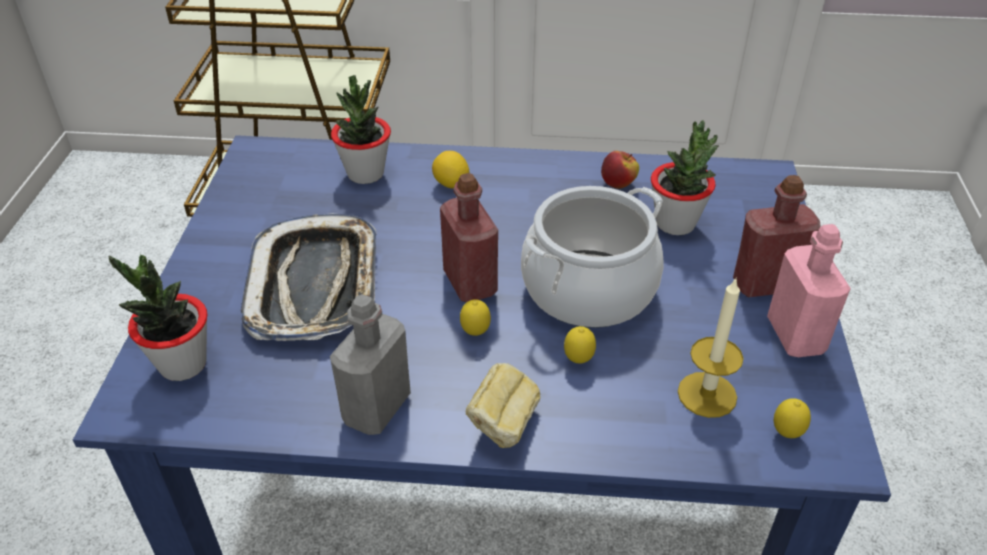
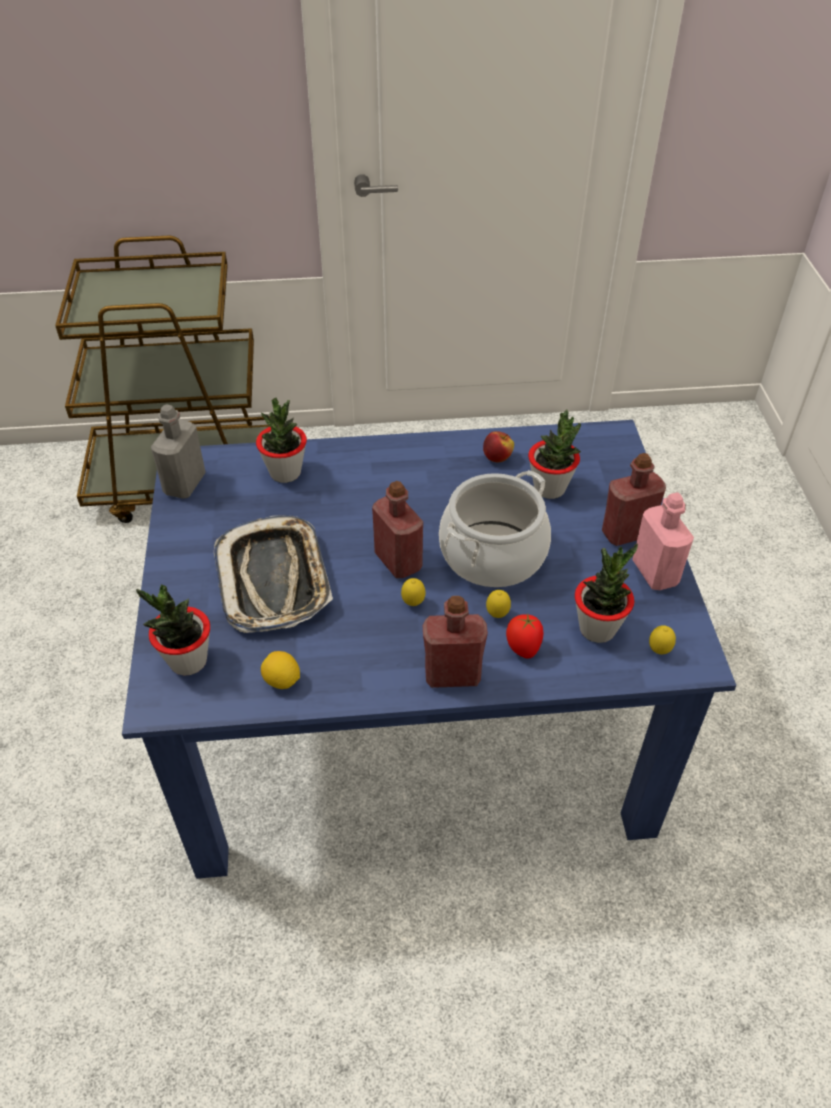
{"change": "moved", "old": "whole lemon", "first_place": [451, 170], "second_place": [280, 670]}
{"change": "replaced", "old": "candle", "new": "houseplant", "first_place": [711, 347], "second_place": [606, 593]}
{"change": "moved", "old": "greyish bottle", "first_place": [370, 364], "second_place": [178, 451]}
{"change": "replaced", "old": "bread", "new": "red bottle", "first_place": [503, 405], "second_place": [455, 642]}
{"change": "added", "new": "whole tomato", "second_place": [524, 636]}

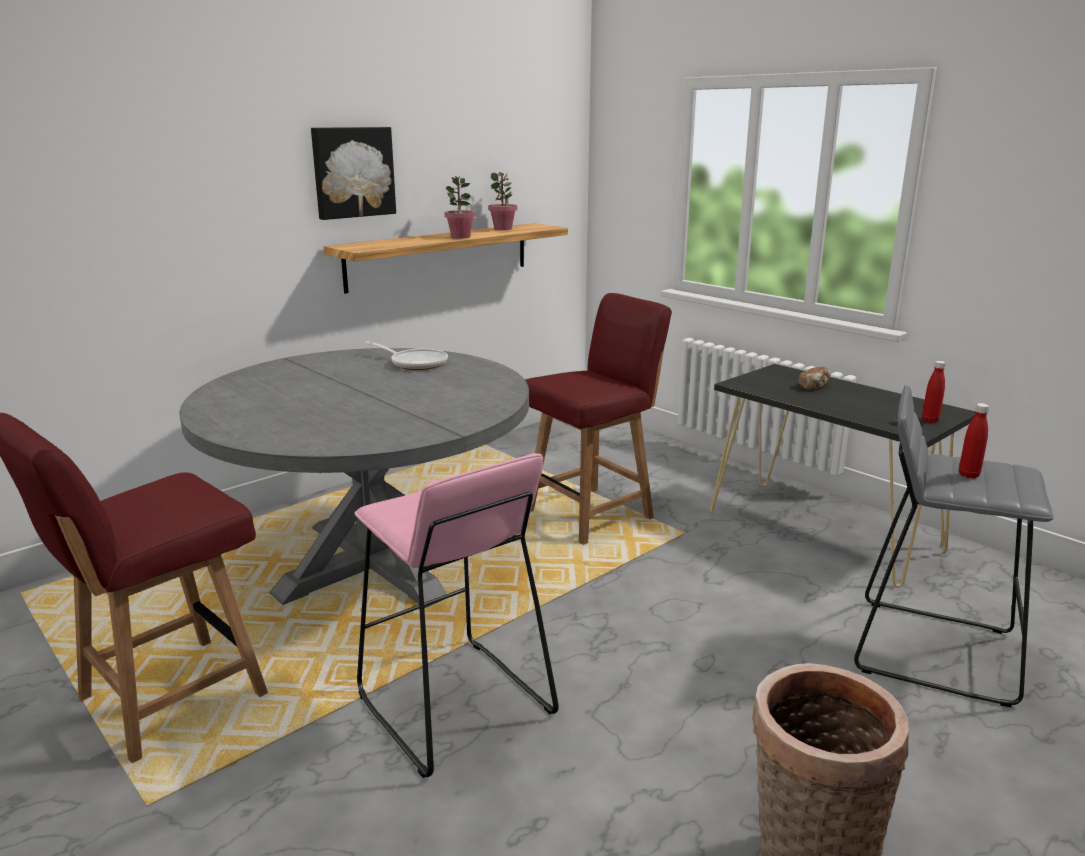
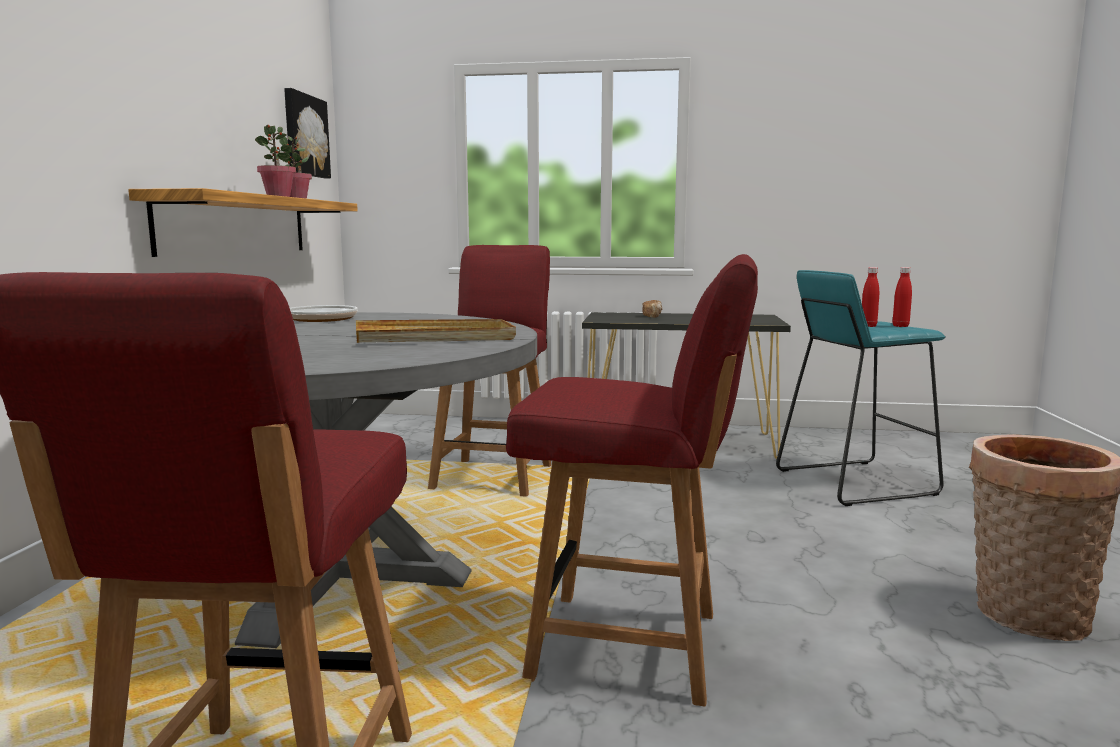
{"change": "moved", "old": "picture", "first_place": [353, 173], "second_place": [307, 133]}
{"change": "moved", "old": "red bottle", "first_place": [934, 392], "second_place": [902, 297]}
{"change": "recoloured", "old": "greyish stool", "new": "turquoise stool", "first_place": [954, 546], "second_place": [861, 388]}
{"change": "replaced", "old": "pink stool", "new": "red chair", "first_place": [457, 615], "second_place": [632, 480]}
{"change": "added", "new": "beige-coloured serving tray", "second_place": [436, 331]}

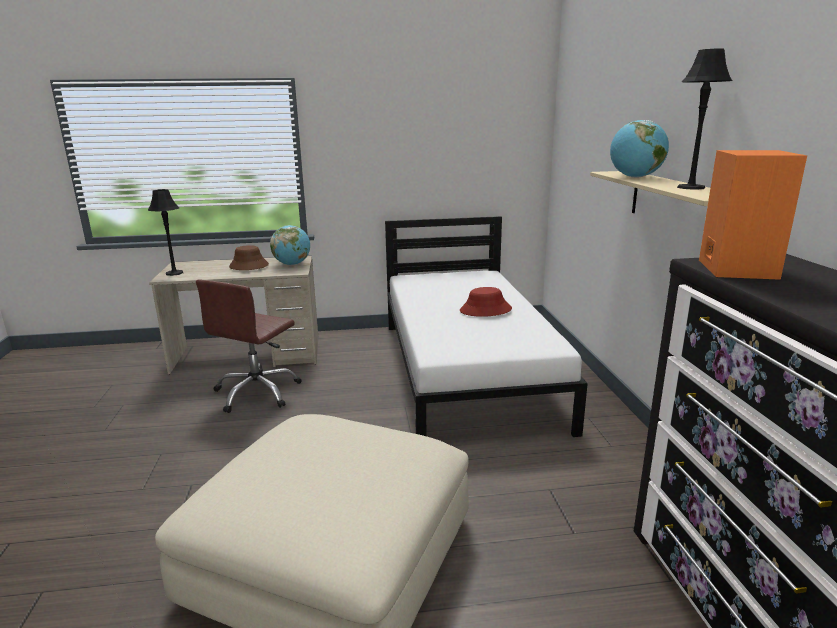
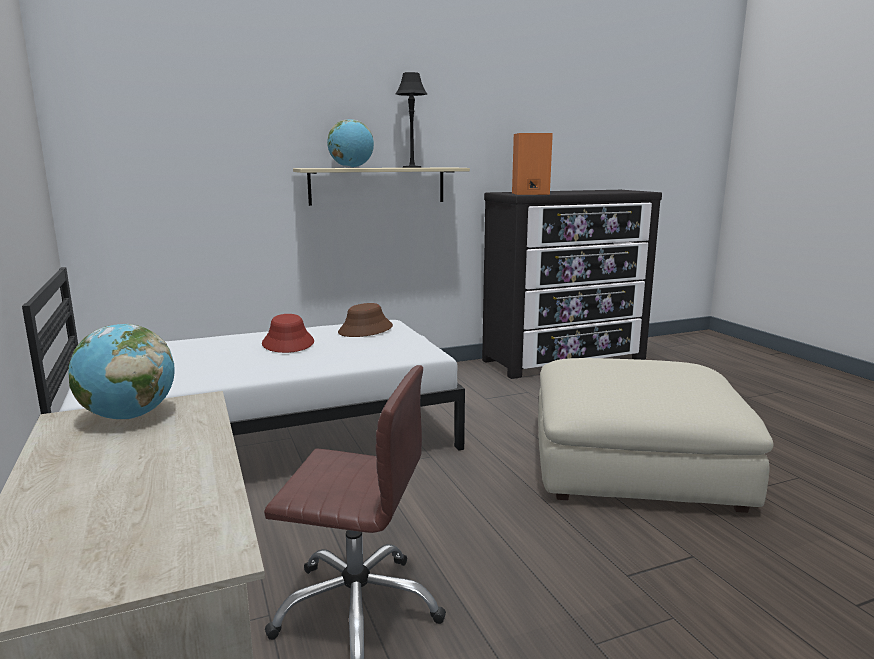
{"change": "removed", "old": "black tabletop lamp", "first_place": [165, 232]}
{"change": "moved", "old": "brown wearable hat", "first_place": [249, 257], "second_place": [365, 320]}

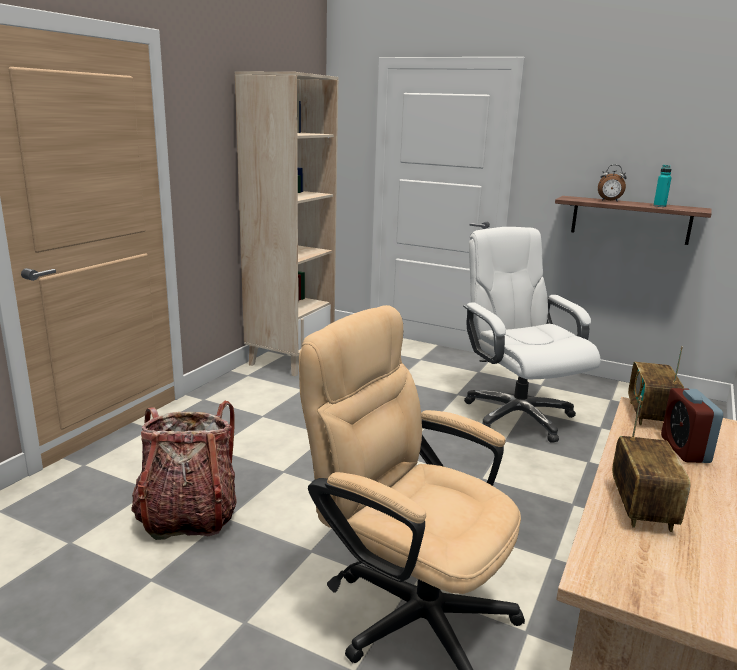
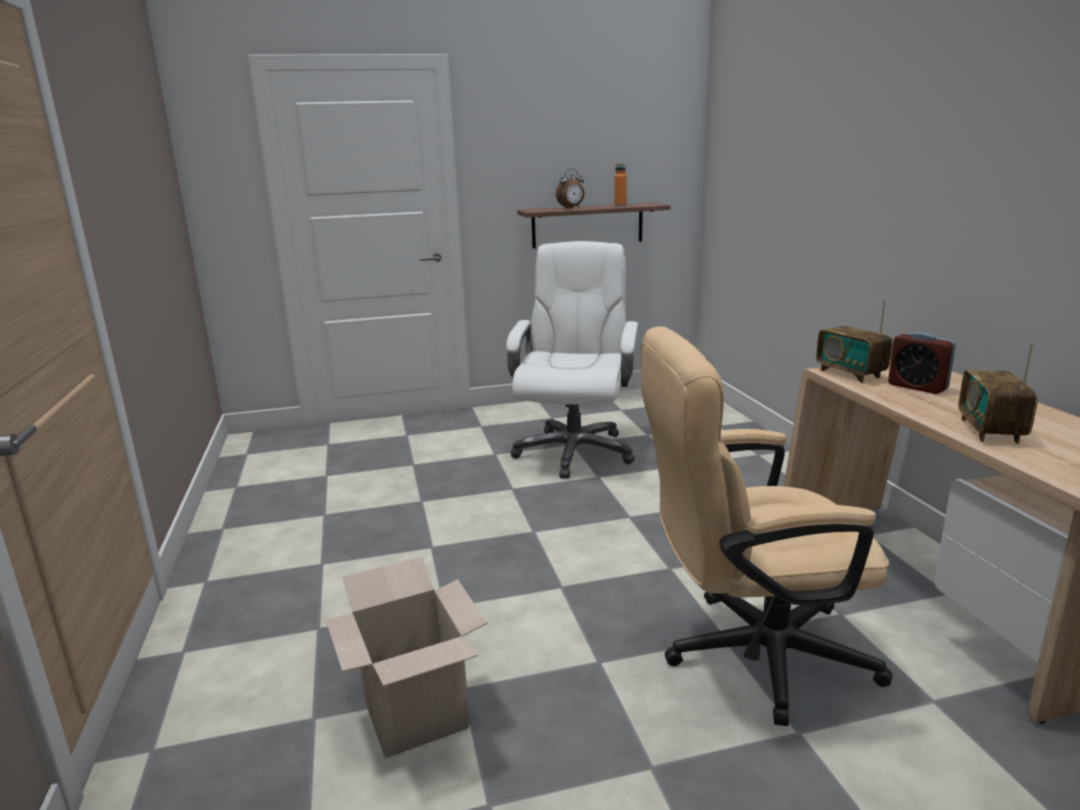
{"change": "removed", "old": "beige-coloured bookshelf", "first_place": [286, 223]}
{"change": "recoloured", "old": "turquoise bottle", "new": "orangey bottle", "first_place": [662, 186], "second_place": [621, 185]}
{"change": "turned", "old": "whitish office chair", "first_place": [532, 335], "second_place": [572, 360], "degrees": 75}
{"change": "turned", "old": "radio set", "first_place": [651, 464], "second_place": [998, 394], "degrees": -135}
{"change": "replaced", "old": "rucksack", "new": "packing box", "first_place": [184, 470], "second_place": [406, 657]}

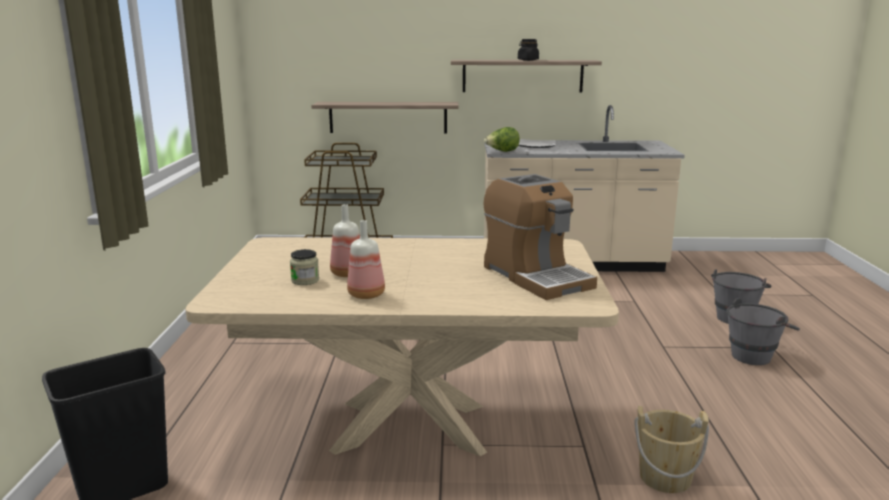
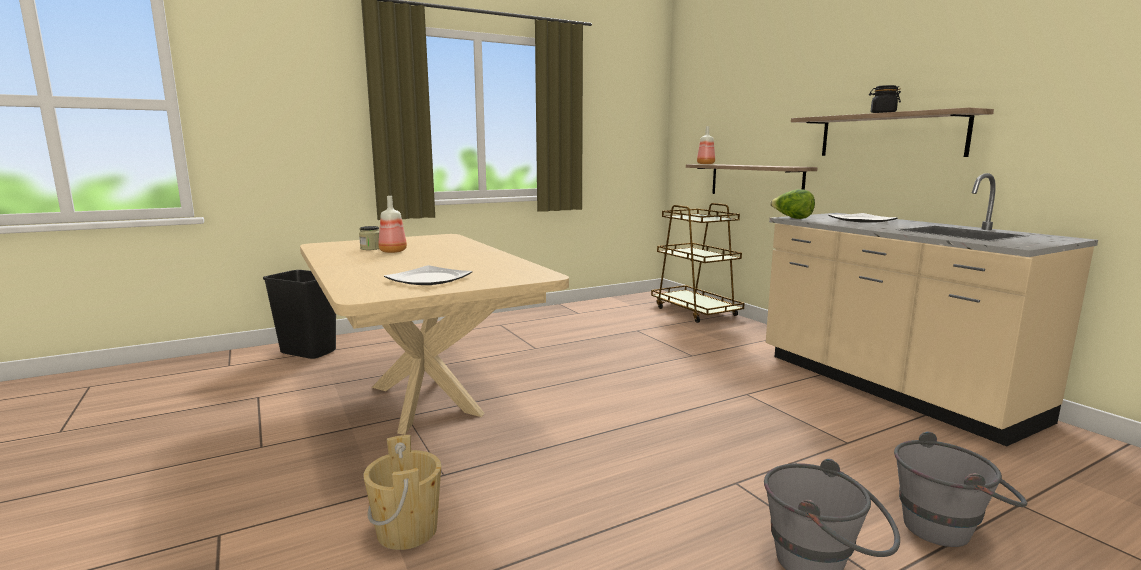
{"change": "replaced", "old": "coffee maker", "new": "flat dish", "first_place": [540, 237], "second_place": [428, 275]}
{"change": "moved", "old": "bottle", "first_place": [366, 259], "second_place": [706, 145]}

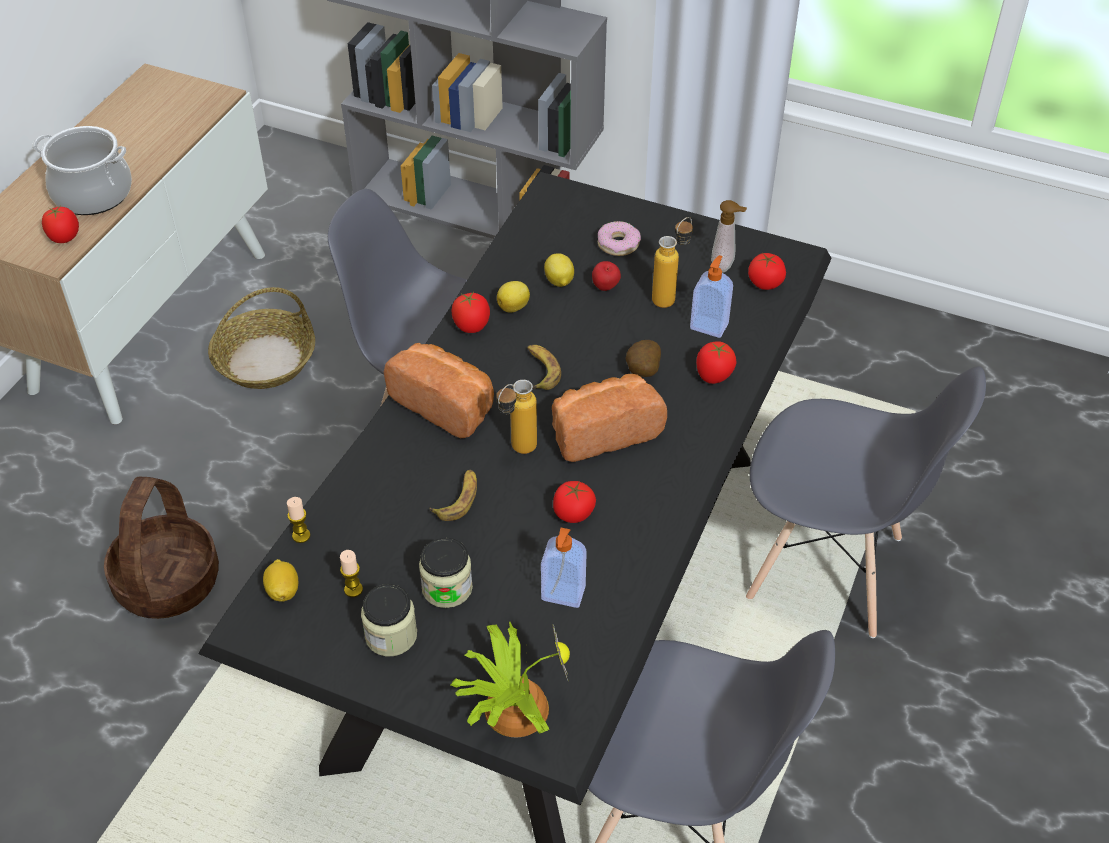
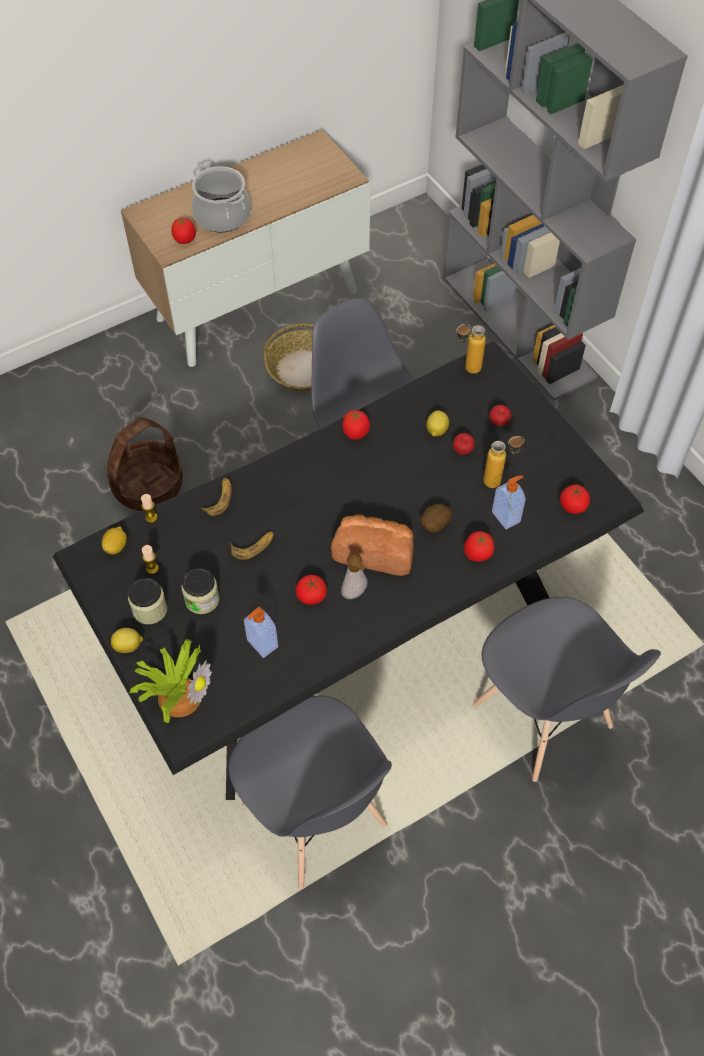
{"change": "moved", "old": "liquid soap bottle", "first_place": [729, 236], "second_place": [354, 576]}
{"change": "replaced", "old": "doughnut", "new": "apple", "first_place": [619, 238], "second_place": [500, 415]}
{"change": "moved", "old": "whole lemon", "first_place": [513, 297], "second_place": [127, 640]}
{"change": "removed", "old": "bread", "first_place": [439, 390]}
{"change": "moved", "old": "whole banana", "first_place": [544, 367], "second_place": [216, 497]}
{"change": "moved", "old": "bottle", "first_place": [516, 417], "second_place": [471, 349]}

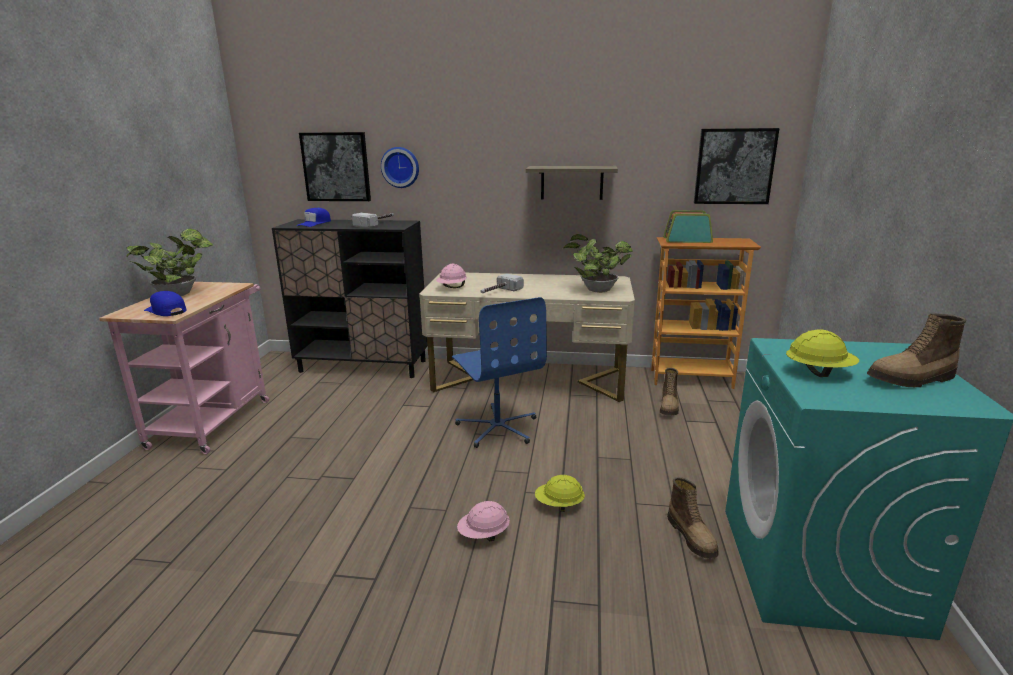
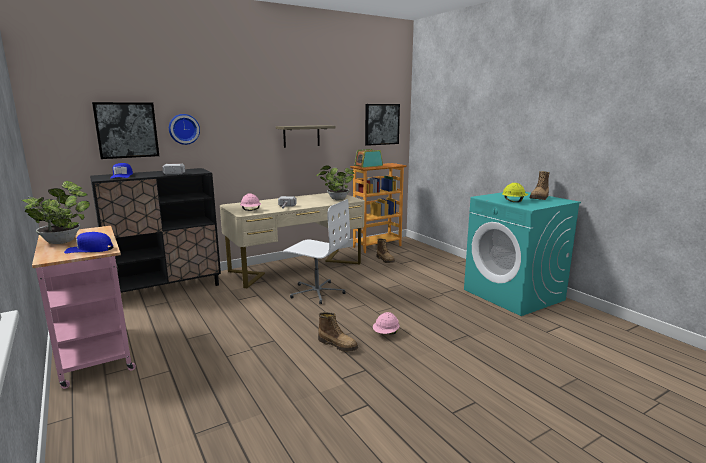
{"change": "recoloured", "old": "bluish office chair", "new": "whitish office chair", "first_place": [499, 372], "second_place": [316, 251]}
{"change": "removed", "old": "yellow hard hat", "first_place": [560, 493]}
{"change": "moved", "old": "high-top boot", "first_place": [692, 518], "second_place": [338, 332]}

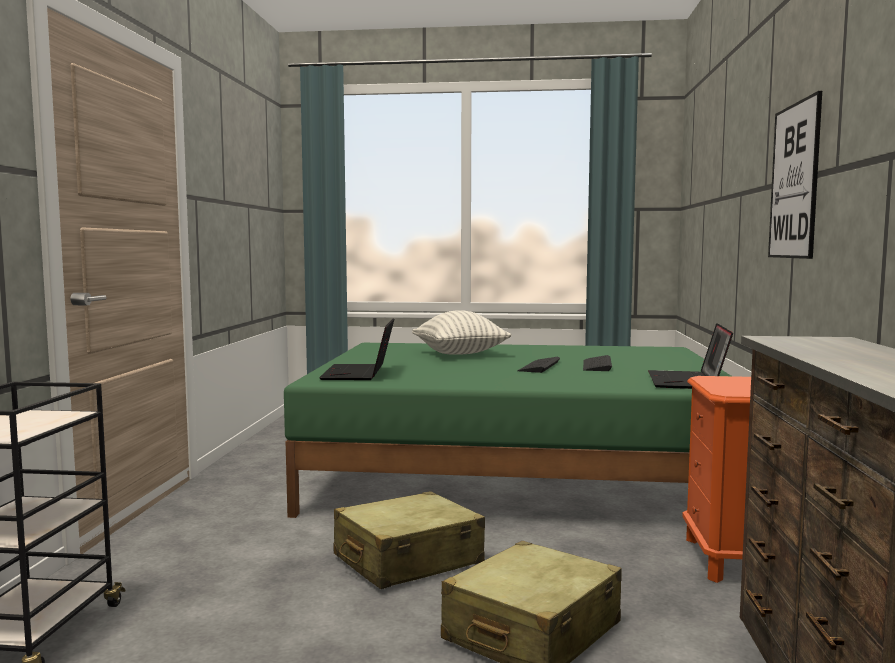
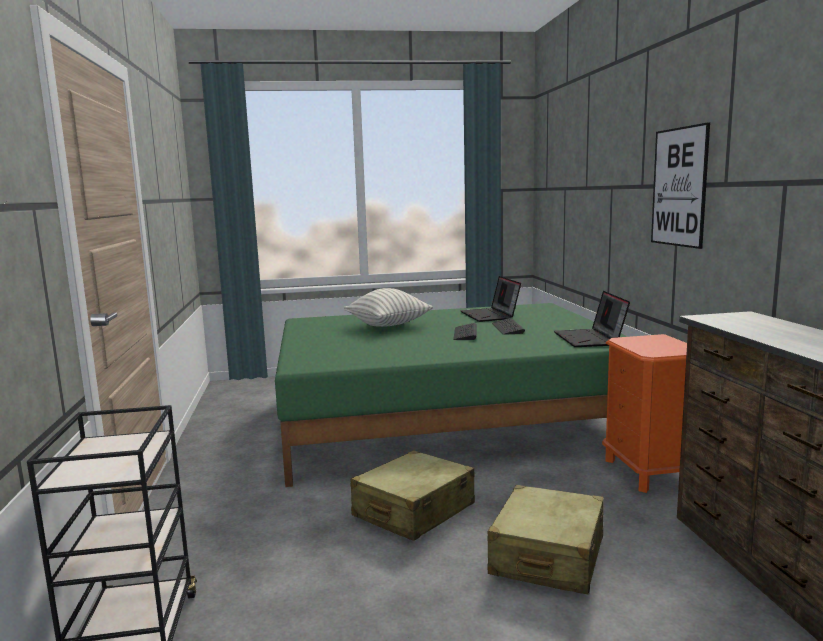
{"change": "moved", "old": "portable computer", "first_place": [356, 349], "second_place": [491, 299]}

